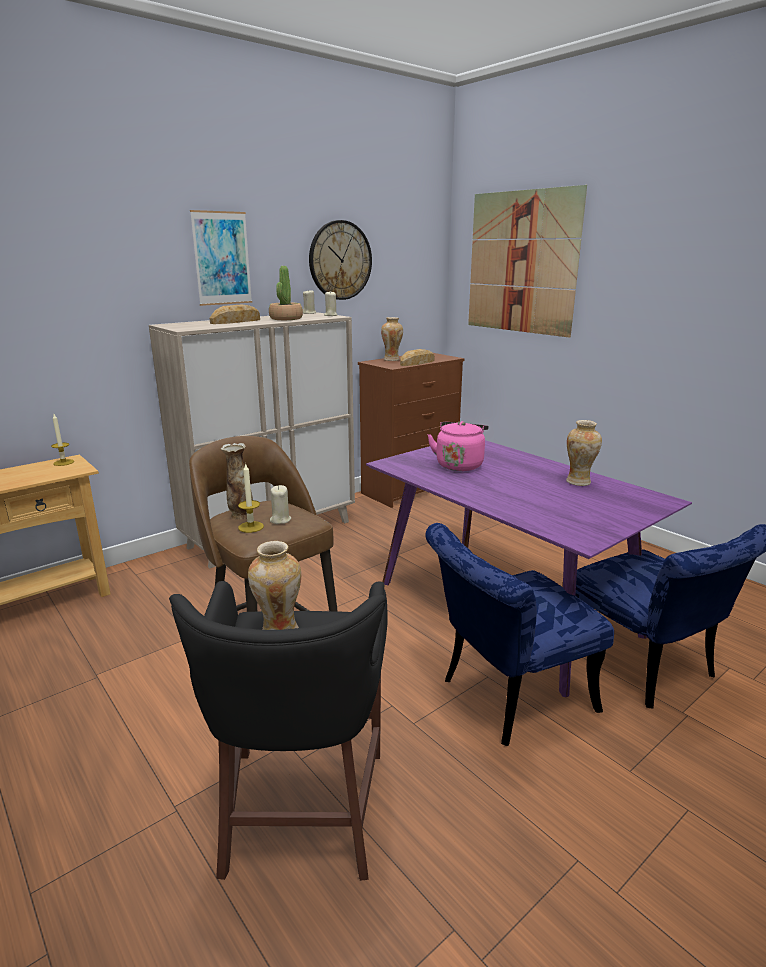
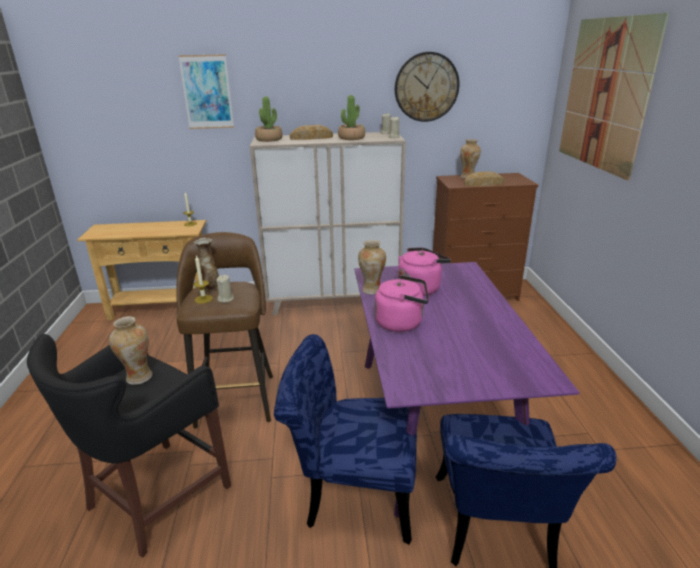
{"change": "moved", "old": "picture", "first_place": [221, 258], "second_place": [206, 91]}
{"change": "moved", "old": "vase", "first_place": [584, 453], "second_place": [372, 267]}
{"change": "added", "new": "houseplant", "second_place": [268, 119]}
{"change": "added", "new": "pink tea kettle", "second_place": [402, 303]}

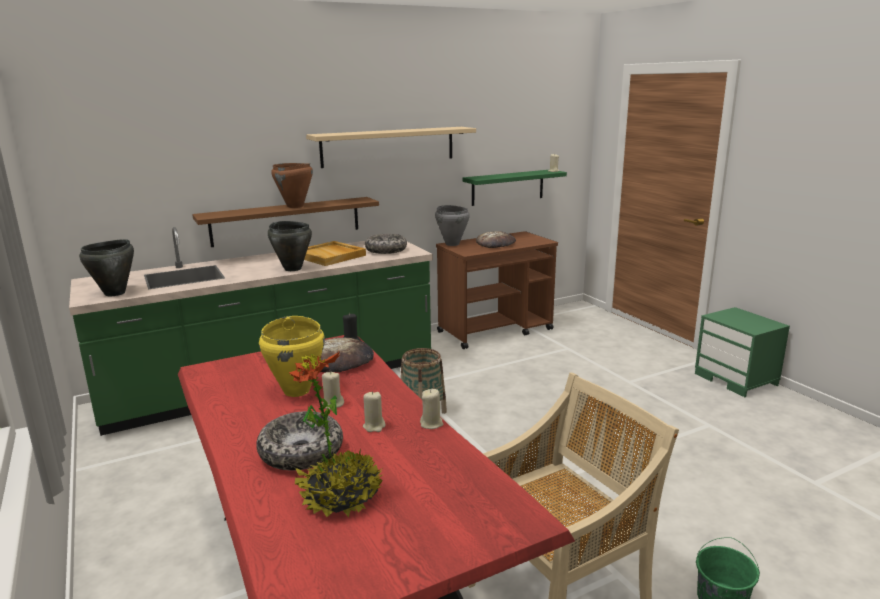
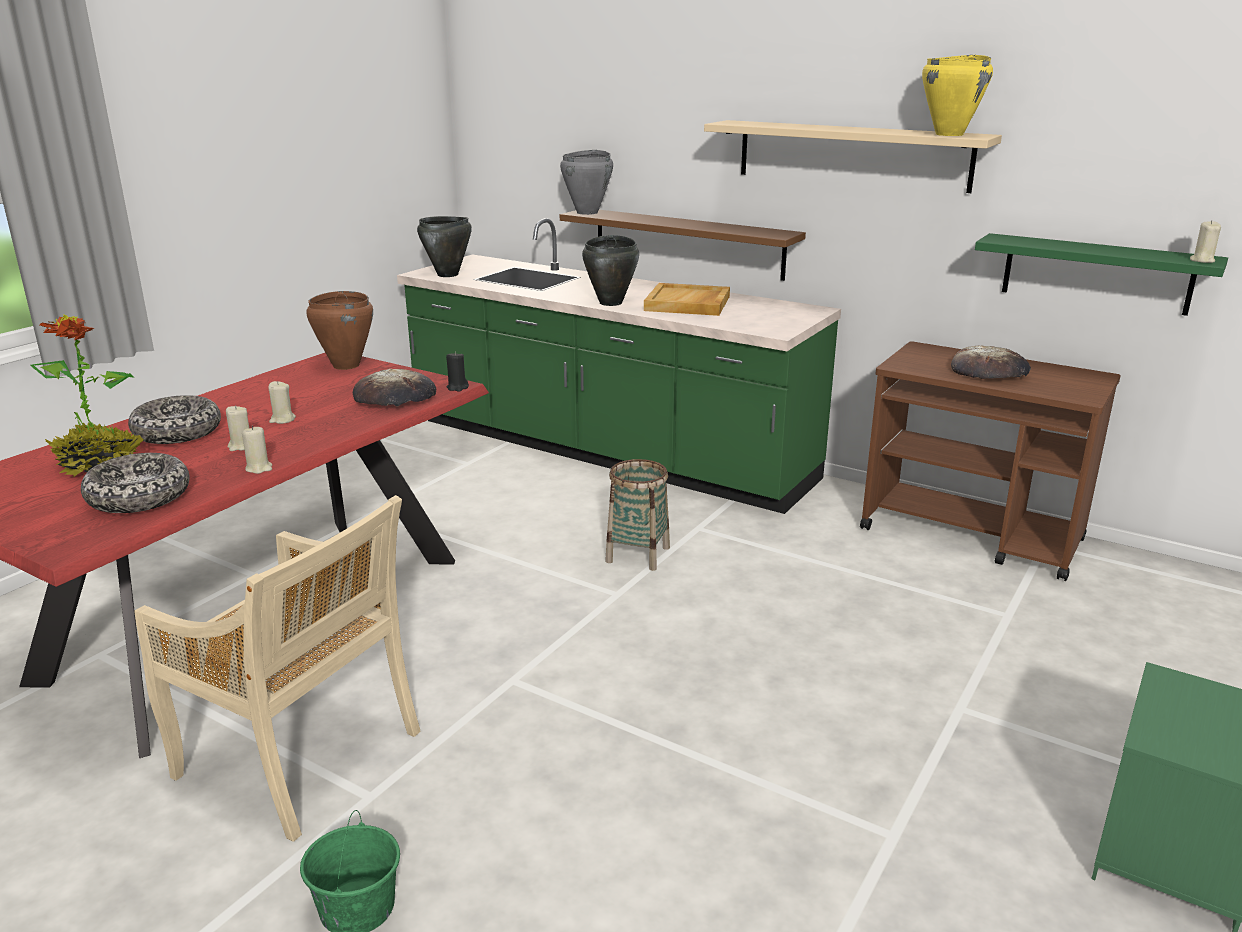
{"change": "moved", "old": "brown saucepot", "first_place": [292, 185], "second_place": [339, 330]}
{"change": "moved", "old": "greyish saucepot", "first_place": [452, 225], "second_place": [586, 182]}
{"change": "moved", "old": "bowl", "first_place": [386, 244], "second_place": [135, 483]}
{"change": "moved", "old": "yellow saucepot", "first_place": [292, 356], "second_place": [957, 95]}

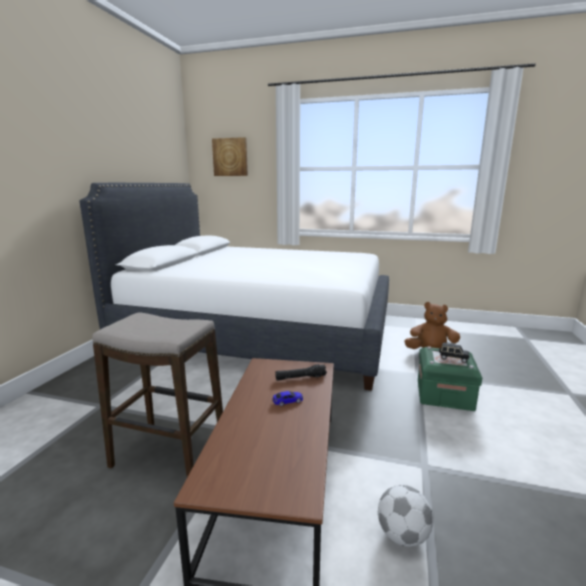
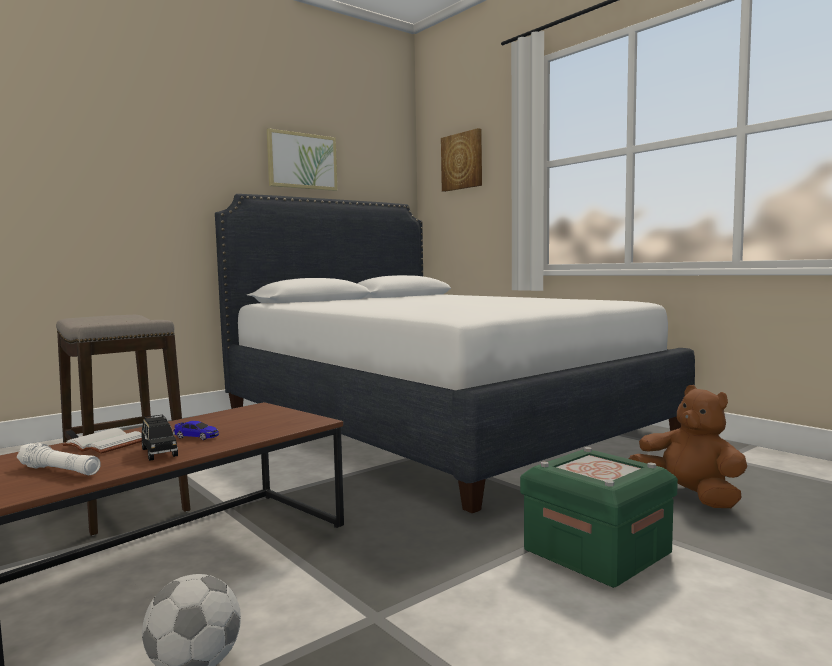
{"change": "moved", "old": "black toy car", "first_place": [454, 352], "second_place": [160, 438]}
{"change": "removed", "old": "black torch", "first_place": [301, 372]}
{"change": "added", "new": "picture", "second_place": [302, 159]}
{"change": "added", "new": "whitish bound book", "second_place": [102, 441]}
{"change": "added", "new": "whitish torch", "second_place": [59, 459]}

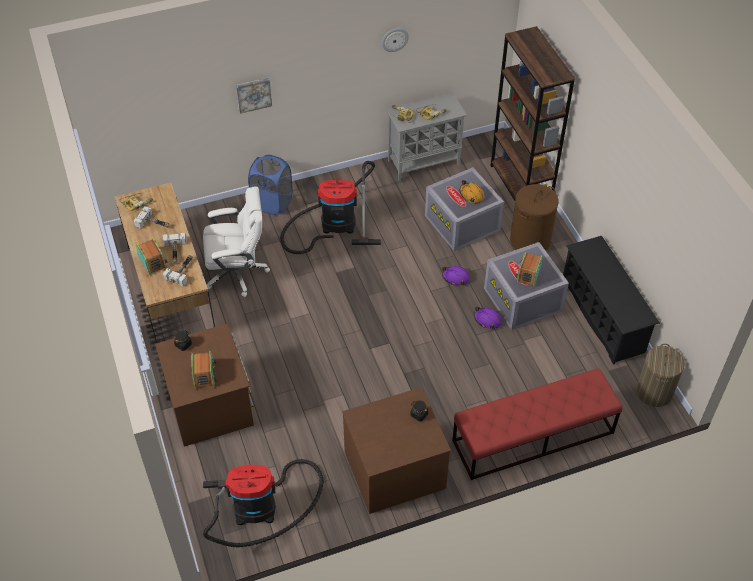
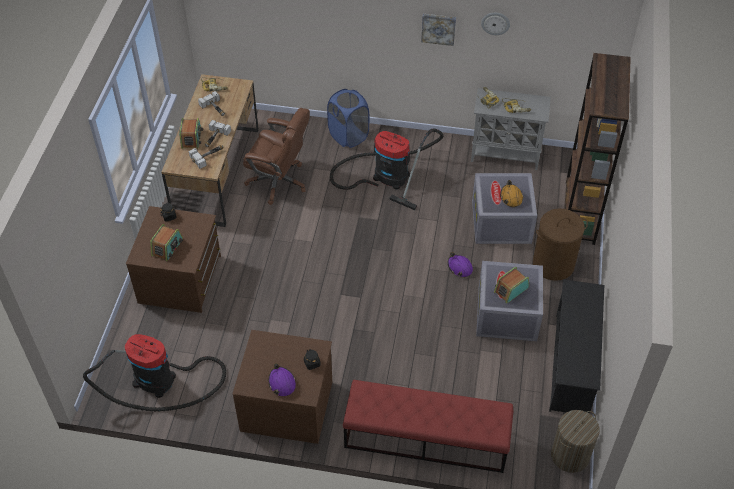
{"change": "moved", "old": "picture", "first_place": [254, 96], "second_place": [438, 30]}
{"change": "recoloured", "old": "whitish office chair", "new": "brown office chair", "first_place": [236, 241], "second_place": [276, 156]}
{"change": "moved", "old": "purplish hard hat", "first_place": [488, 317], "second_place": [282, 379]}

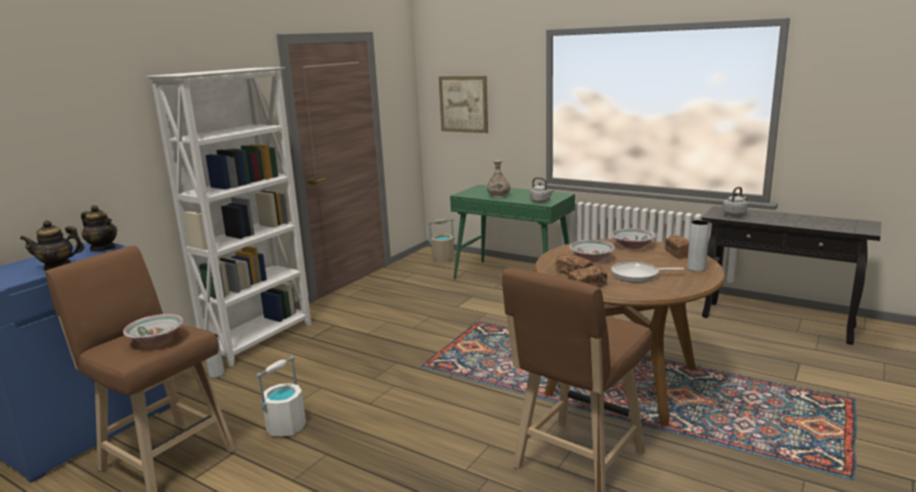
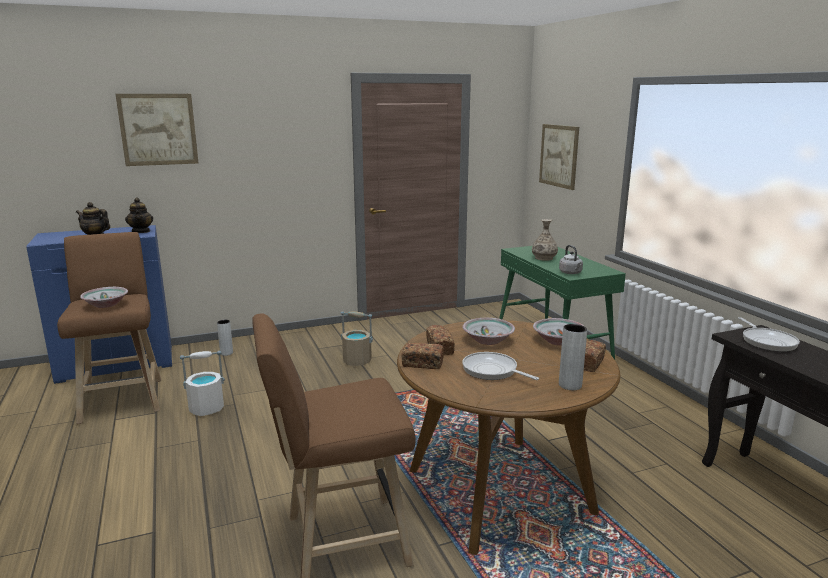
{"change": "removed", "old": "whitish bookshelf", "first_place": [228, 217]}
{"change": "replaced", "old": "greyish tea kettle", "new": "skillet", "first_place": [735, 201], "second_place": [769, 334]}
{"change": "moved", "old": "beige-coloured pail", "first_place": [441, 240], "second_place": [357, 338]}
{"change": "added", "new": "picture", "second_place": [157, 130]}

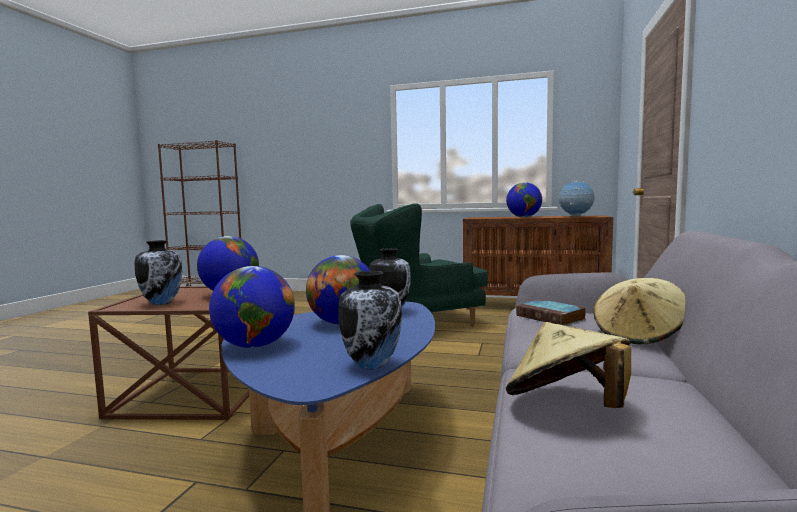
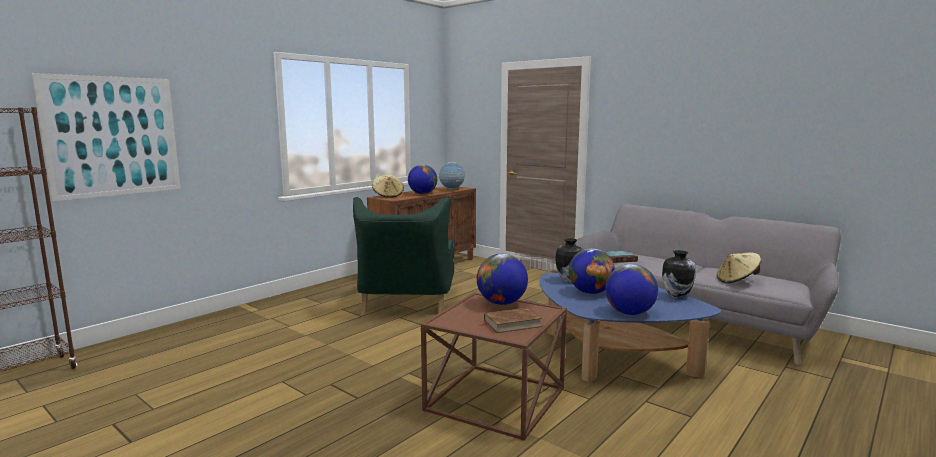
{"change": "replaced", "old": "vase", "new": "brown bound book", "first_place": [158, 272], "second_place": [510, 320]}
{"change": "moved", "old": "beige-coloured wearable hat", "first_place": [639, 311], "second_place": [388, 186]}
{"change": "added", "new": "picture", "second_place": [106, 137]}

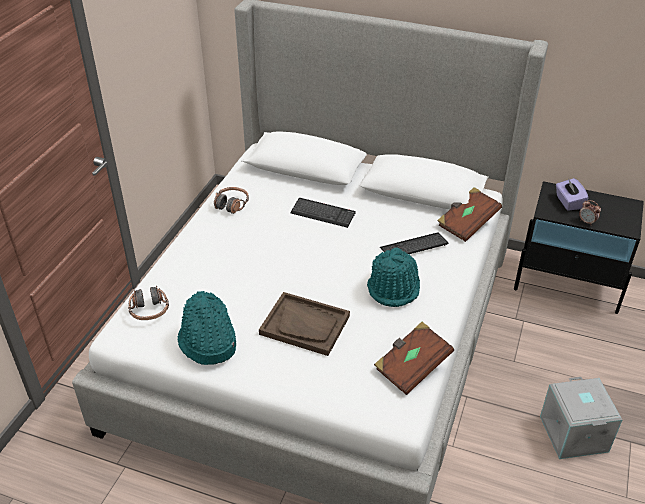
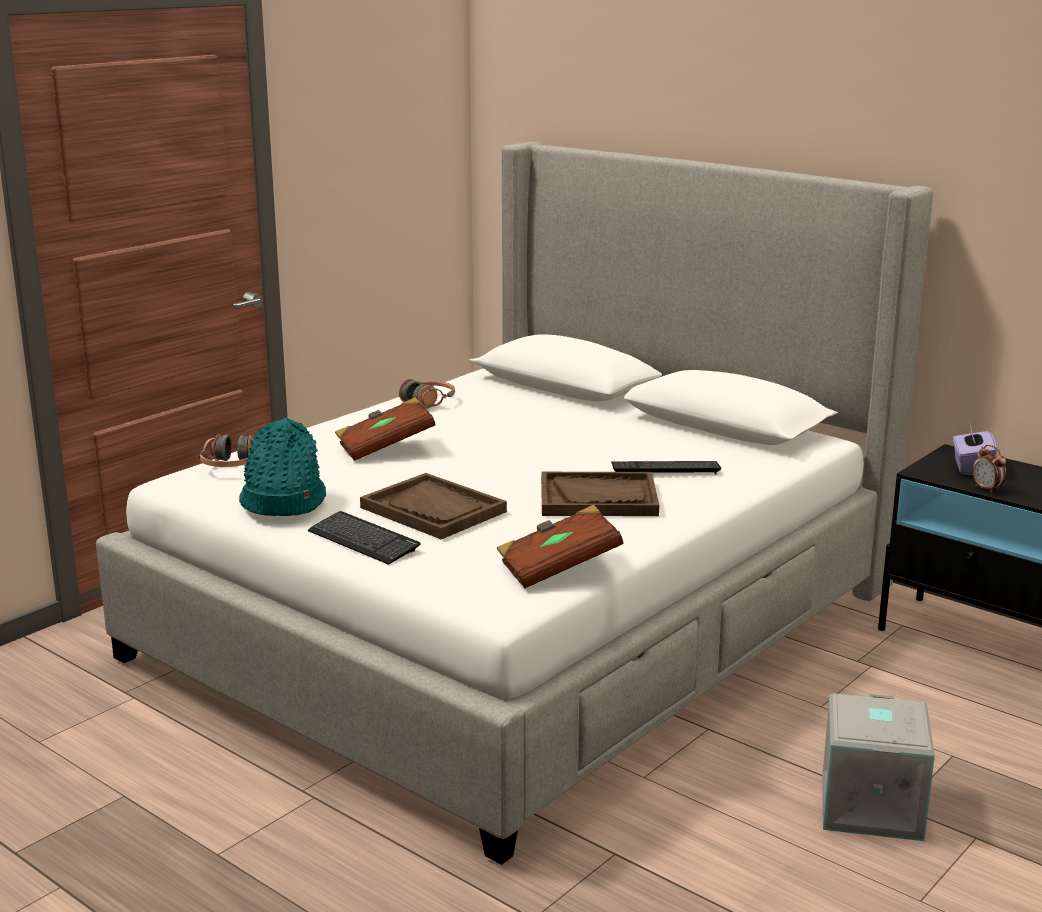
{"change": "moved", "old": "brown bound book", "first_place": [469, 214], "second_place": [385, 429]}
{"change": "moved", "old": "PC keyboard", "first_place": [323, 213], "second_place": [364, 538]}
{"change": "replaced", "old": "turquoise wearable hat", "new": "brown serving tray", "first_place": [393, 277], "second_place": [600, 494]}

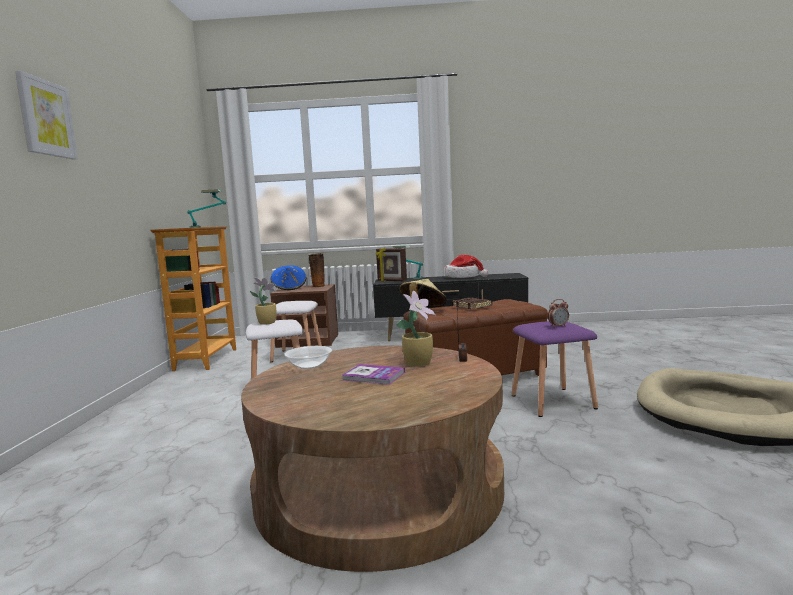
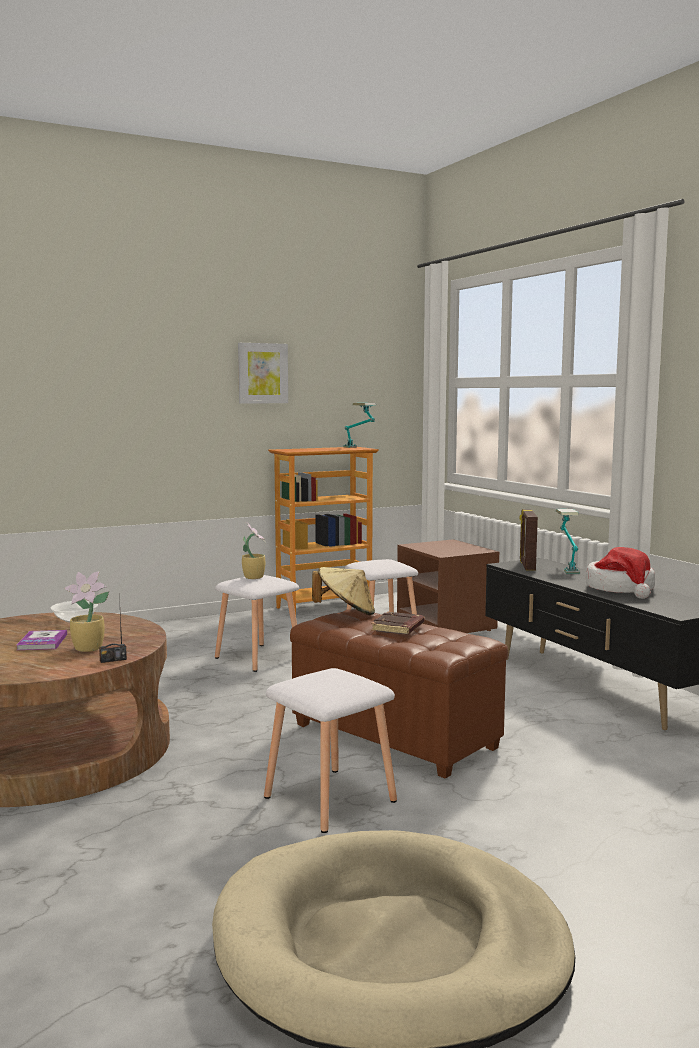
{"change": "moved", "old": "picture", "first_place": [46, 115], "second_place": [263, 373]}
{"change": "removed", "old": "vase", "first_place": [317, 270]}
{"change": "removed", "old": "bluish wearable hat", "first_place": [288, 277]}
{"change": "removed", "old": "alarm clock", "first_place": [558, 313]}
{"change": "recoloured", "old": "purplish stool", "new": "whitish stool", "first_place": [554, 369], "second_place": [330, 750]}

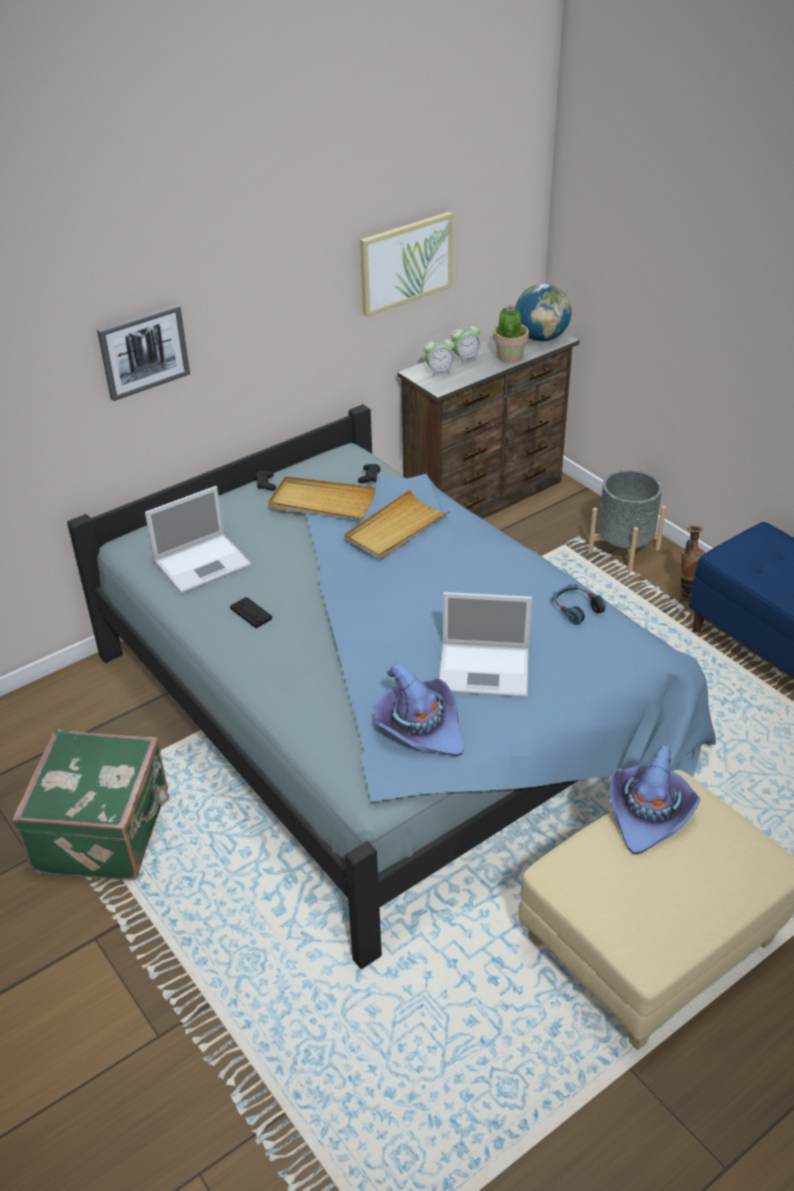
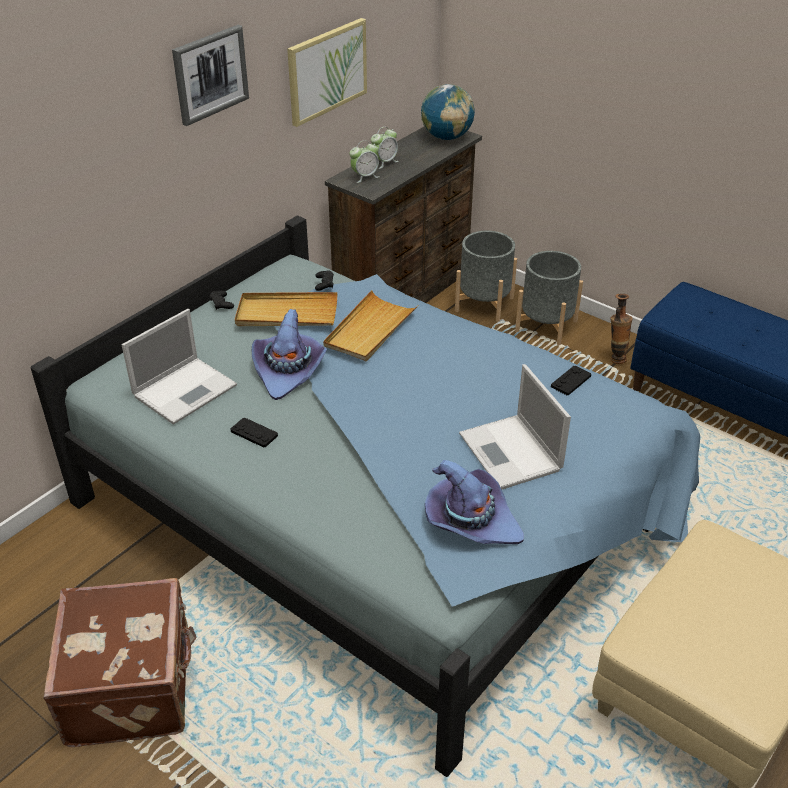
{"change": "moved", "old": "picture", "first_place": [143, 352], "second_place": [210, 75]}
{"change": "removed", "old": "houseplant", "first_place": [511, 334]}
{"change": "replaced", "old": "pair of headphones", "new": "black joypad", "first_place": [579, 604], "second_place": [571, 380]}
{"change": "turned", "old": "portable computer", "first_place": [485, 644], "second_place": [515, 427], "degrees": 75}
{"change": "recoloured", "old": "greenish travel case", "new": "brown travel case", "first_place": [90, 805], "second_place": [119, 662]}
{"change": "moved", "old": "purplish wearable hat", "first_place": [655, 799], "second_place": [289, 354]}
{"change": "added", "new": "greyish plant pot", "second_place": [486, 276]}

